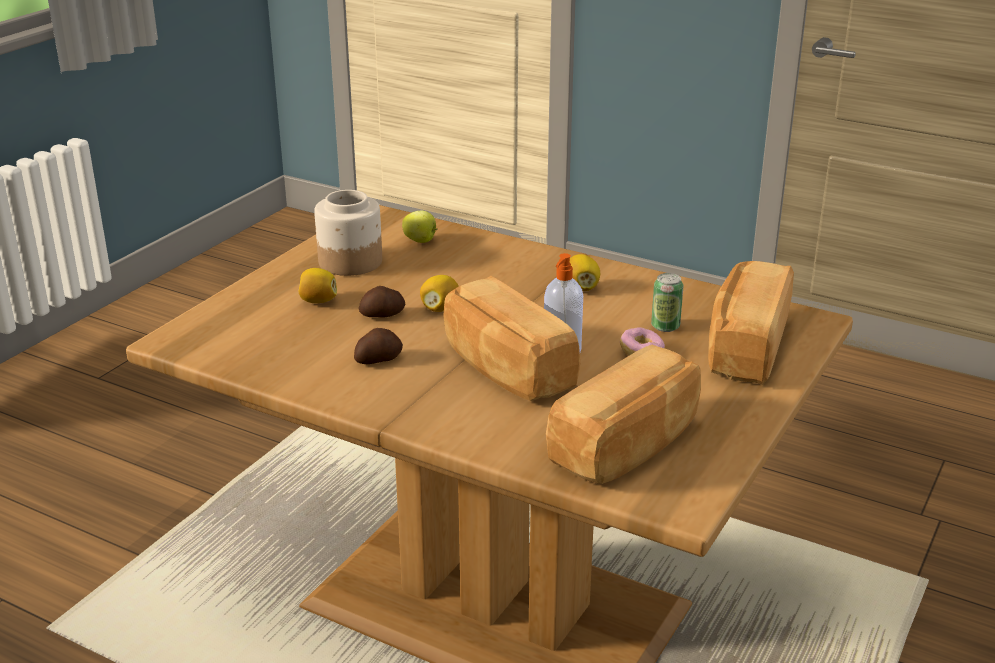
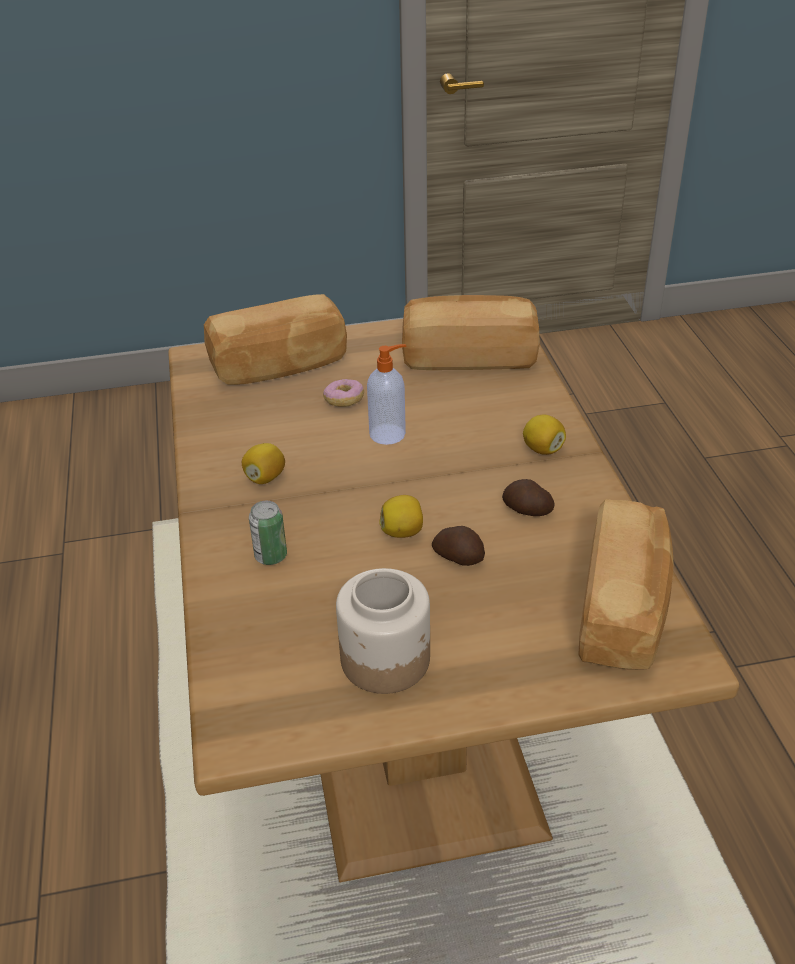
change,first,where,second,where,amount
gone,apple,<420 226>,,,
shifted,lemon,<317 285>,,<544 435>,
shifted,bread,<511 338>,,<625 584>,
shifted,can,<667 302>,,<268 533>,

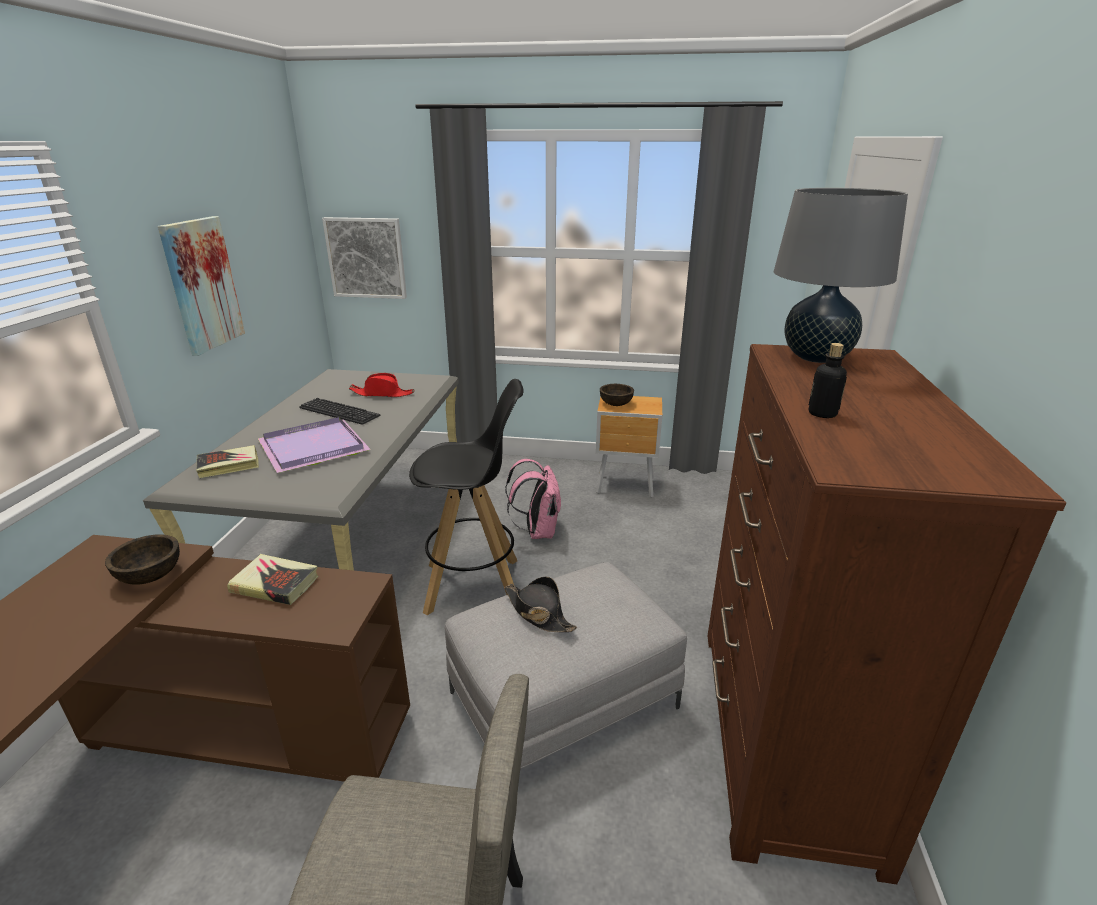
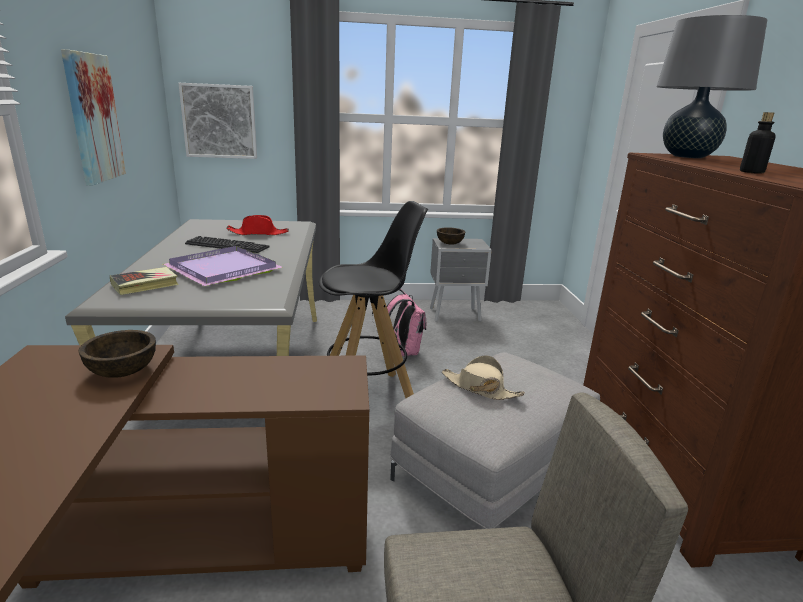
change,first,where,second,where,amount
gone,book,<272 579>,,,
repainted,hat (black),<540 604>,hat (beige),<483 377>,
repainted,nightstand (brown),<629 447>,nightstand (grey),<461 280>,

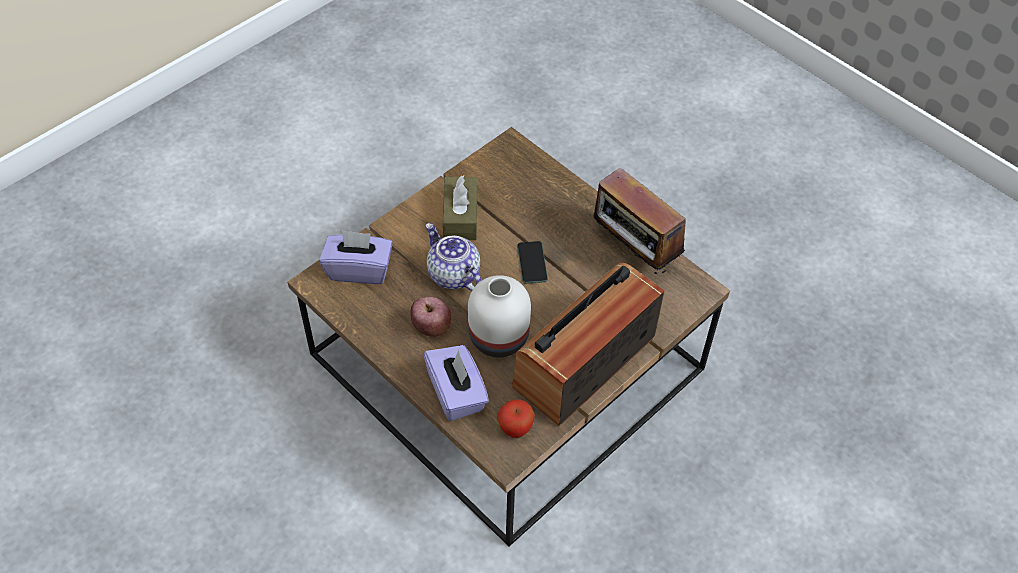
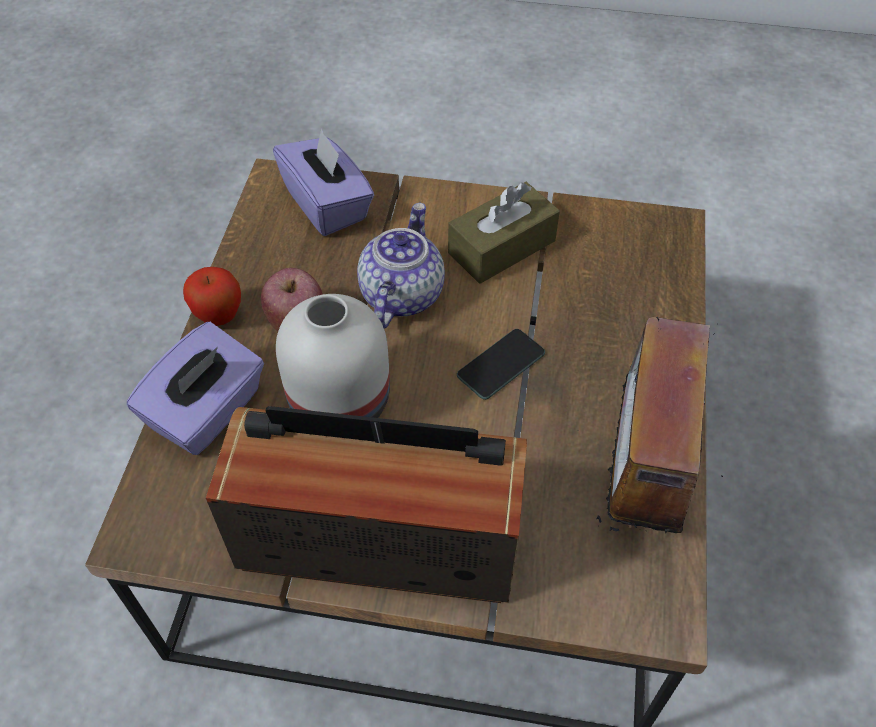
change,first,where,second,where,amount
shifted,apple,<516 418>,,<212 296>,

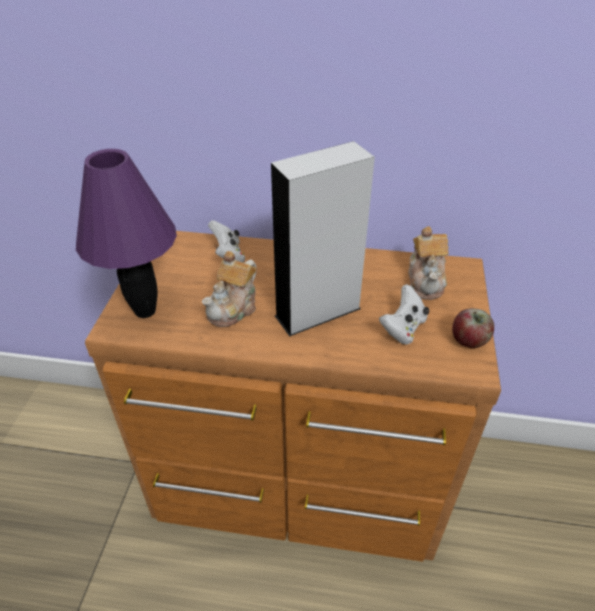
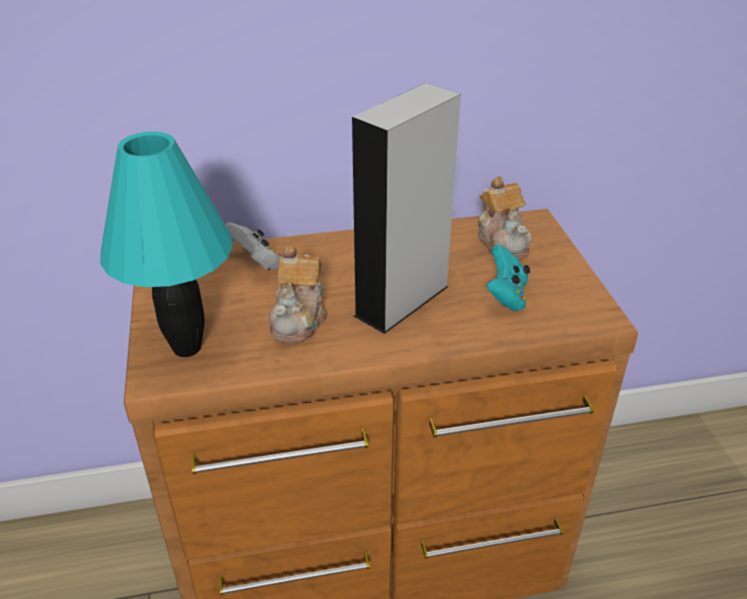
change,first,where,second,where,amount
gone,apple,<473 328>,,,
repainted,table lamp (purple),<126 233>,table lamp (turquoise),<166 244>,
repainted,game controller (white),<404 314>,game controller (turquoise),<508 277>,

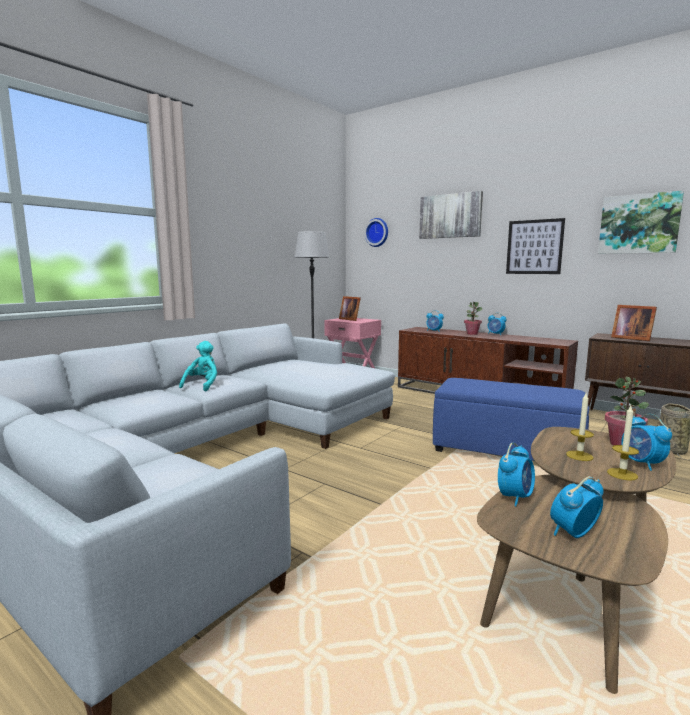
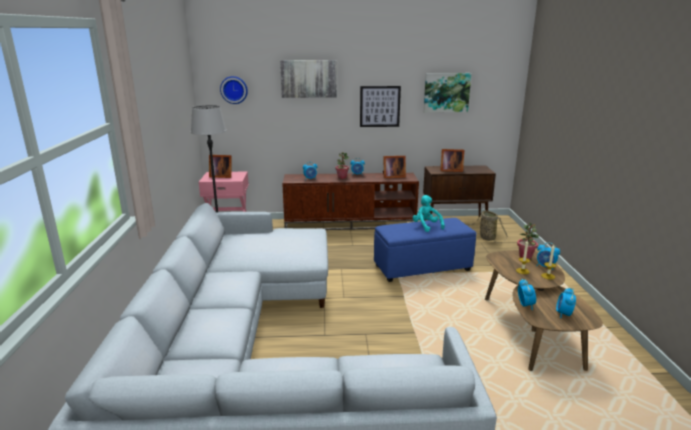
change,first,where,second,where,amount
new,,,picture frame,<394 167>,
shifted,plush toy (turquoise),<198 366>,,<429 213>,

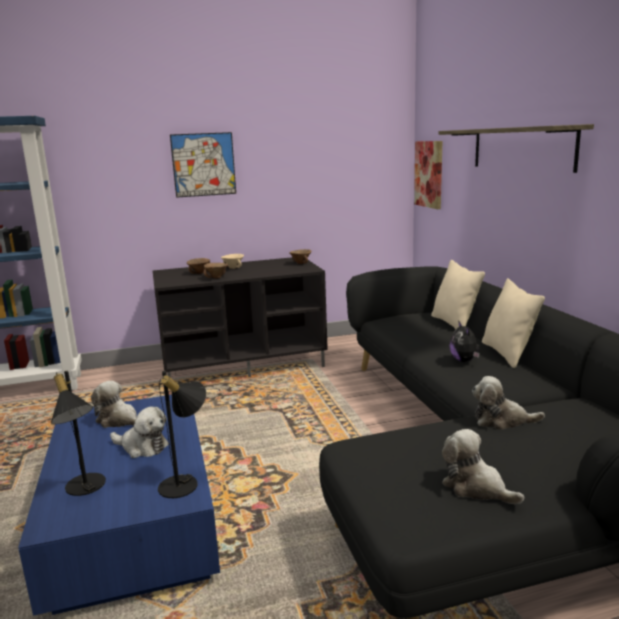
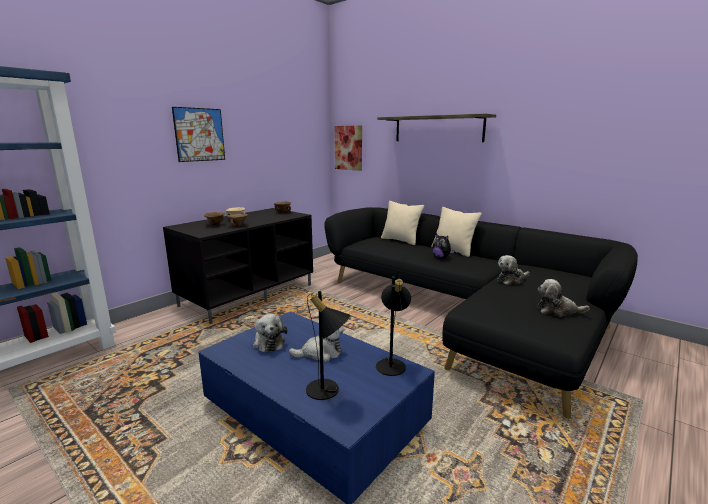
change,first,where,second,where,amount
rotated,plush toy,<114 404>,,<269 333>,105 degrees counterclockwise

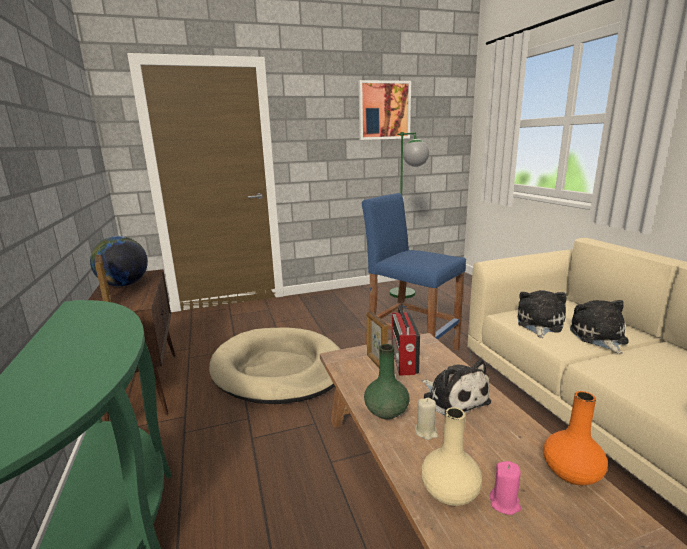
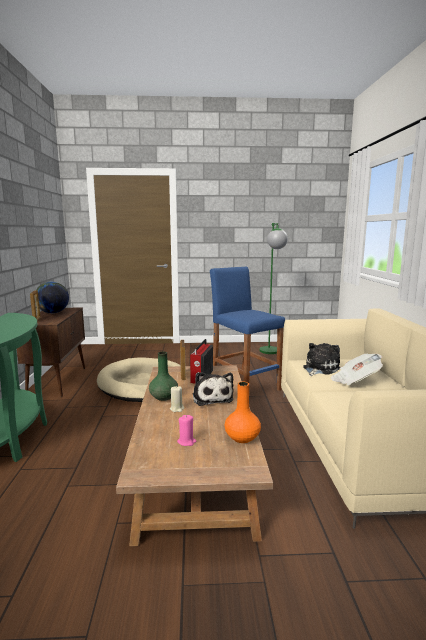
change,first,where,second,where,amount
gone,picture,<385 110>,,,
gone,vase (beige),<451 456>,,,
swapped,plush toy,<599 327>,newspaper,<356 369>,

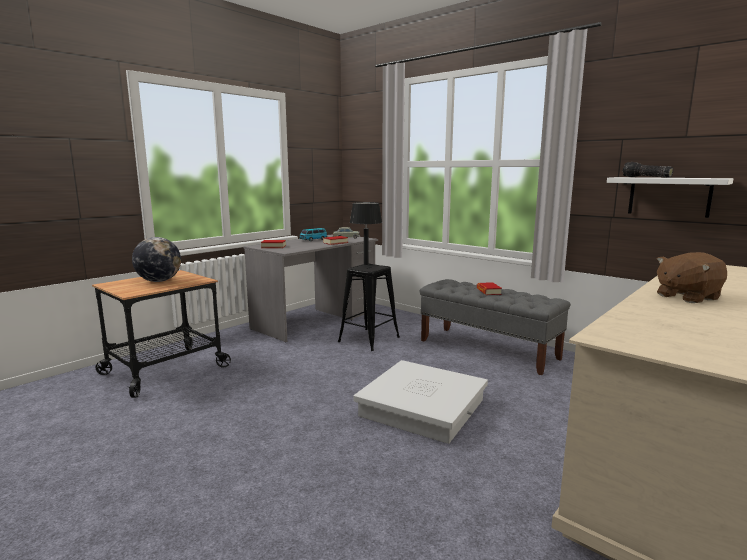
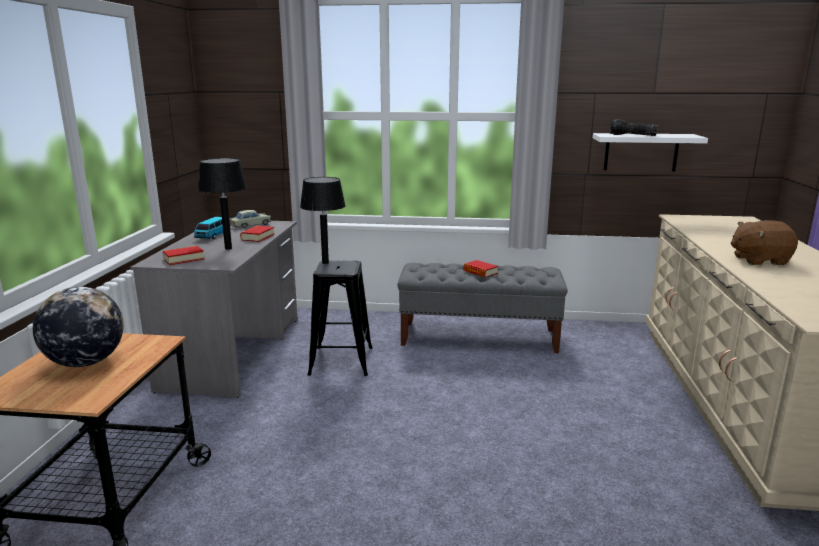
change,first,where,second,where,amount
gone,storage box (white),<420 402>,,,
new,,,table lamp (black),<222 204>,
rotated,plush toy (brown),<692 277>,,<764 242>,60 degrees clockwise

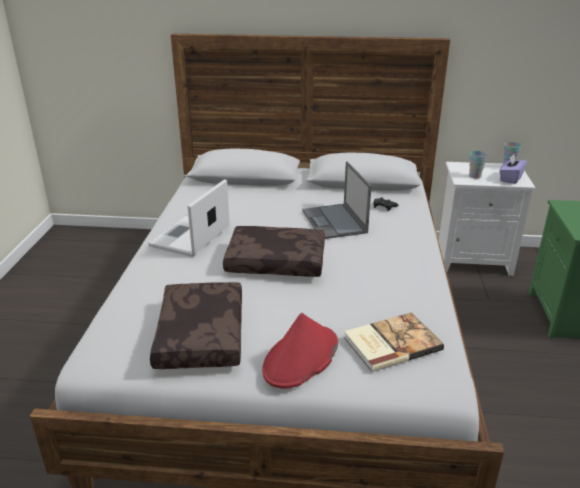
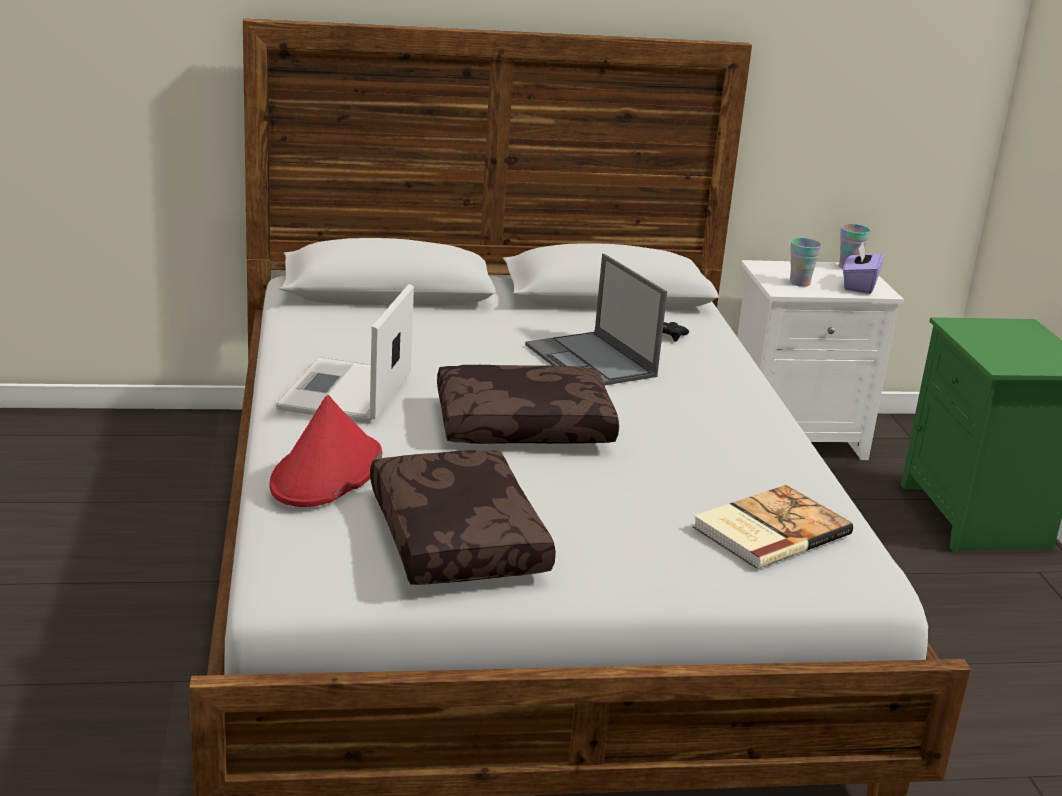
change,first,where,second,where,amount
shifted,hat (red),<300 351>,,<326 451>,

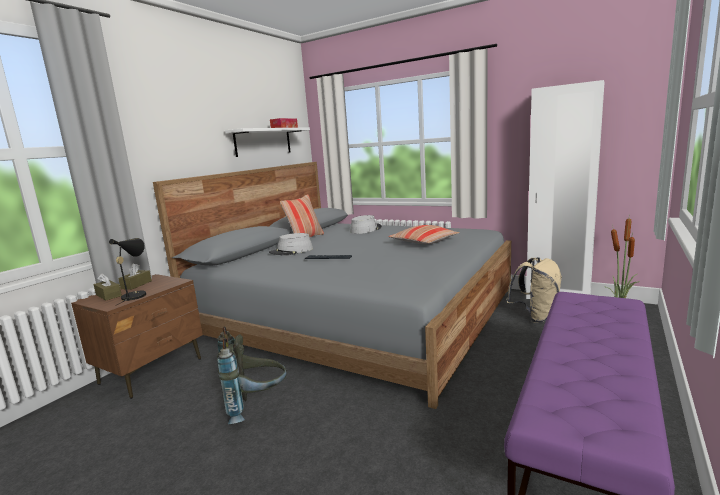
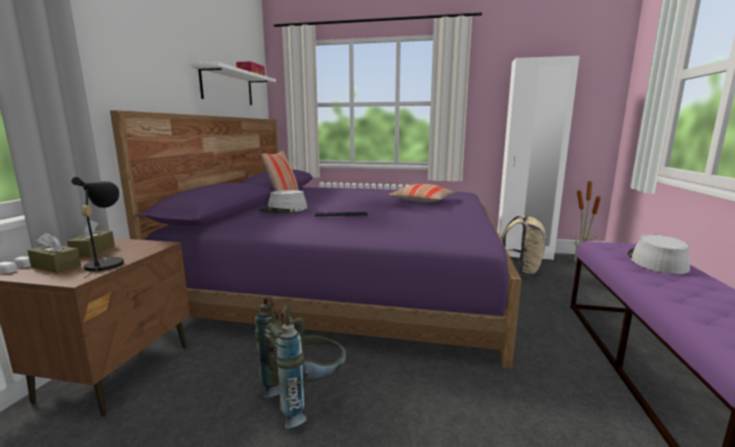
change,first,where,second,where,amount
shifted,hat (grey),<366 224>,,<658 254>,
repainted,bed (grey),<332 285>,bed (purple),<315 239>,

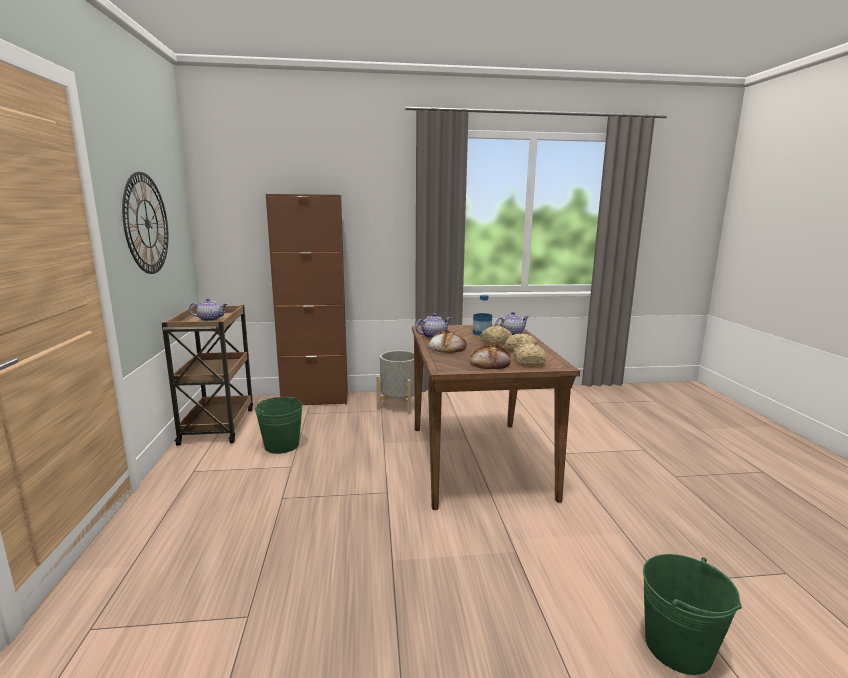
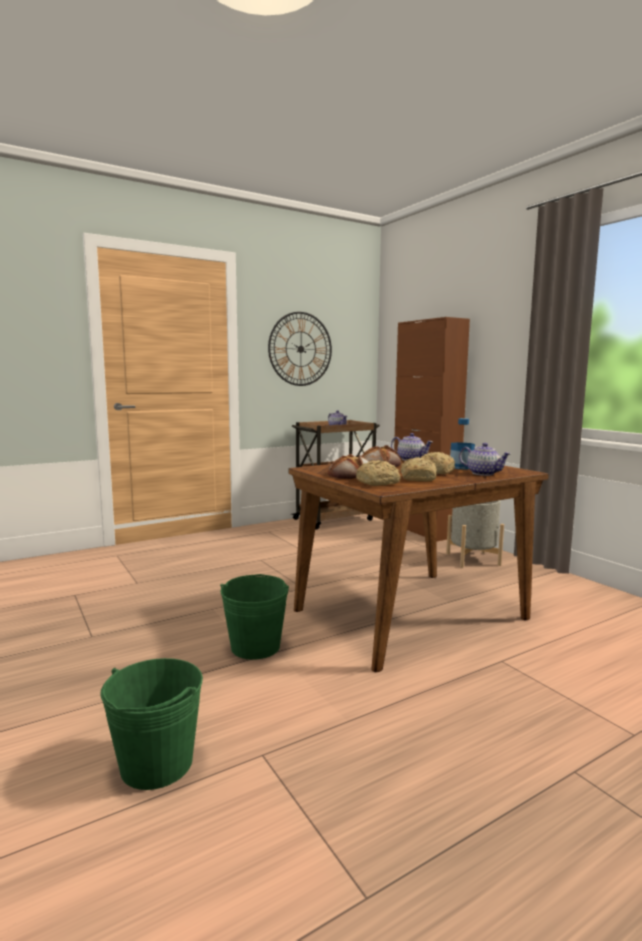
change,first,where,second,where,amount
shifted,bucket (green),<279 425>,,<254 617>,

